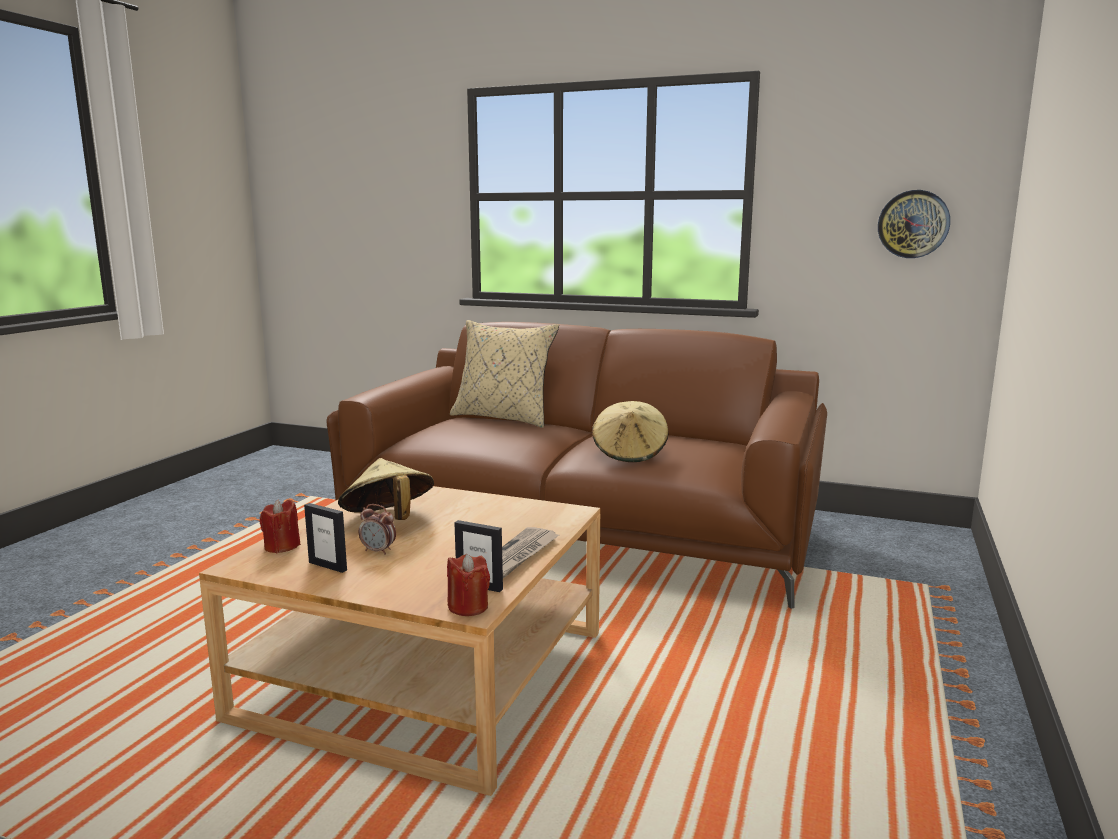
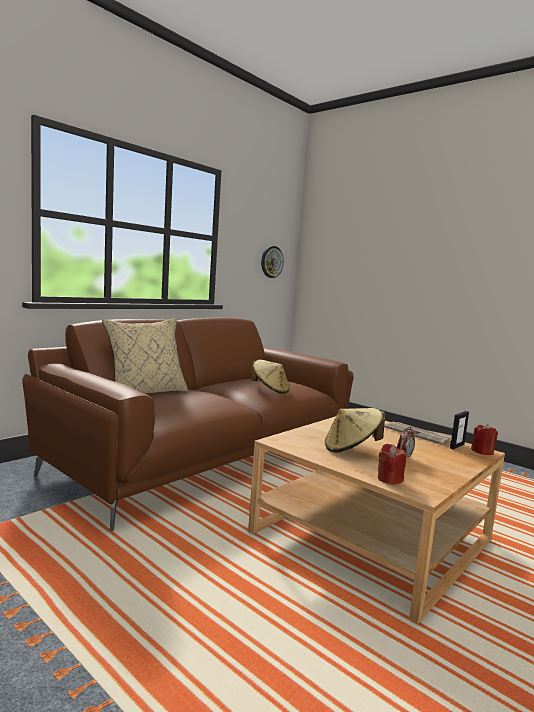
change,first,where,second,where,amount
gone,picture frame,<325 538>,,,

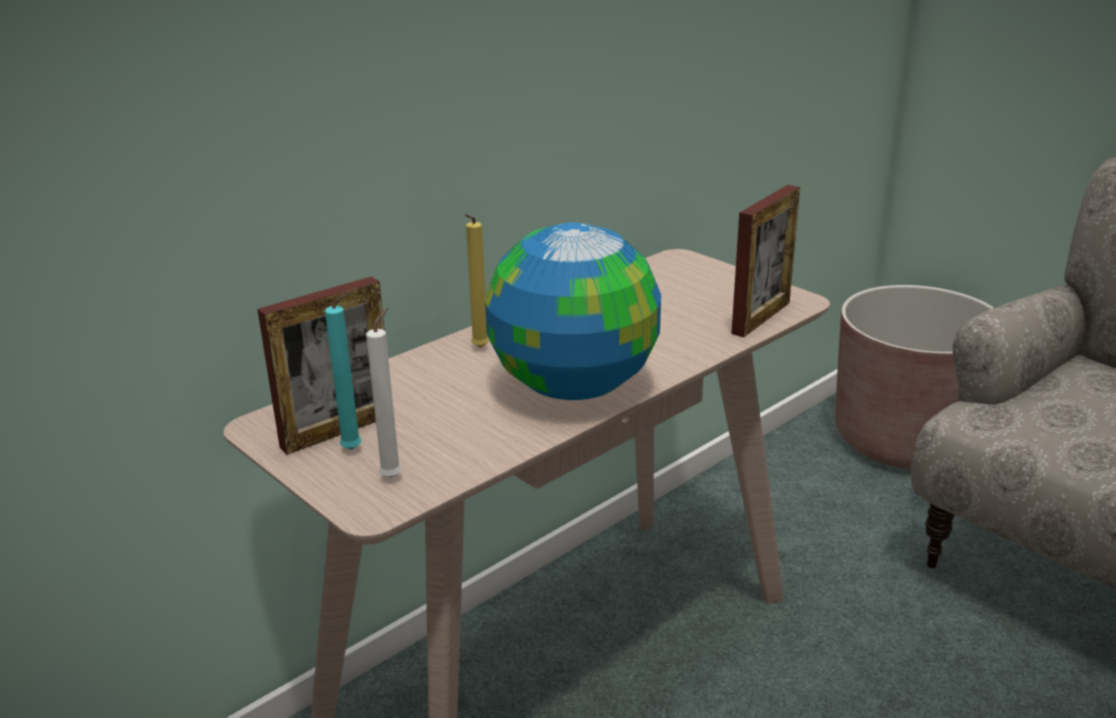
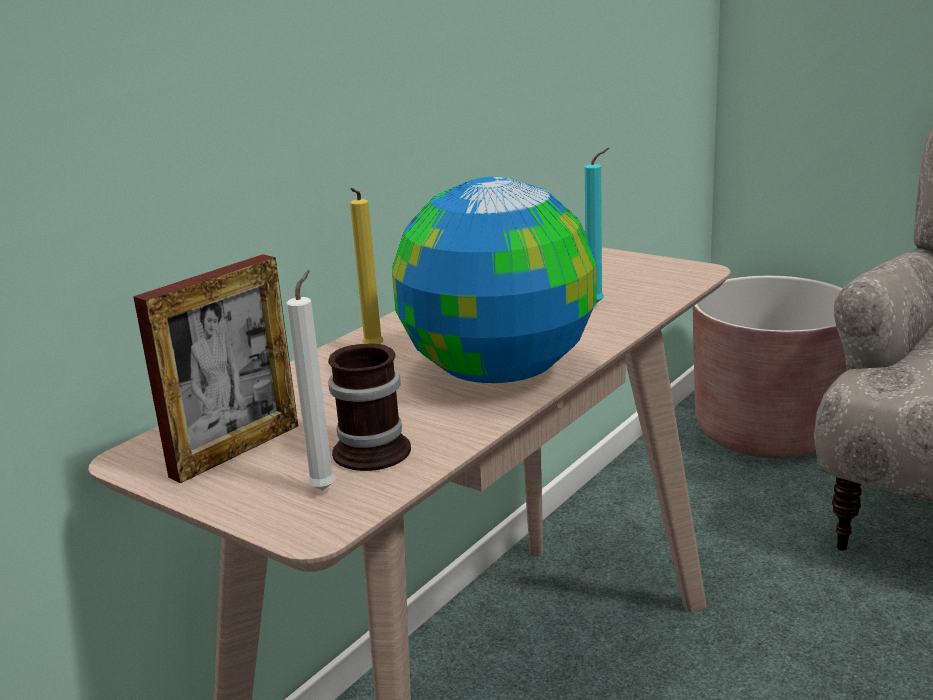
change,first,where,second,where,amount
gone,picture frame,<765 261>,,,
new,,,mug,<369 407>,
shifted,candle (turquoise),<343 371>,,<597 226>,

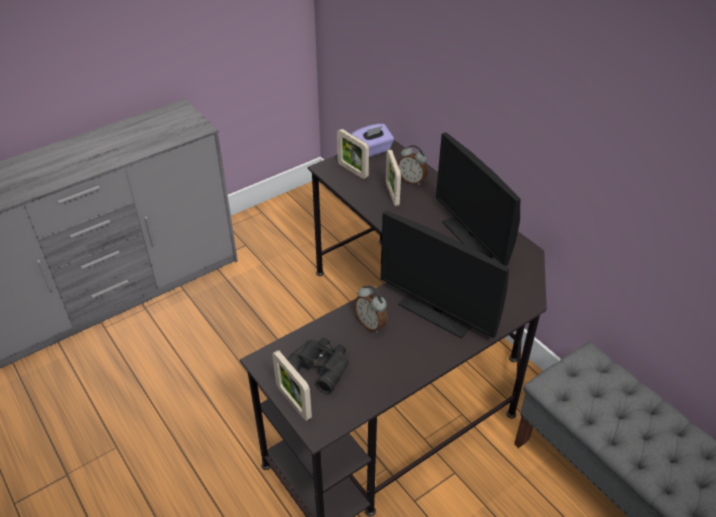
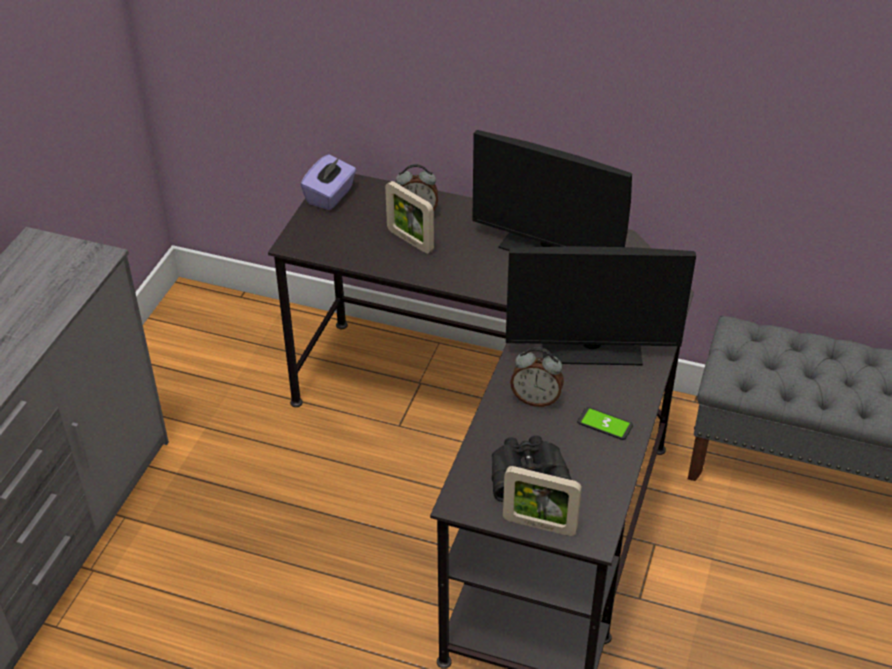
change,first,where,second,where,amount
gone,picture frame,<353 154>,,,
new,,,phone,<605 423>,

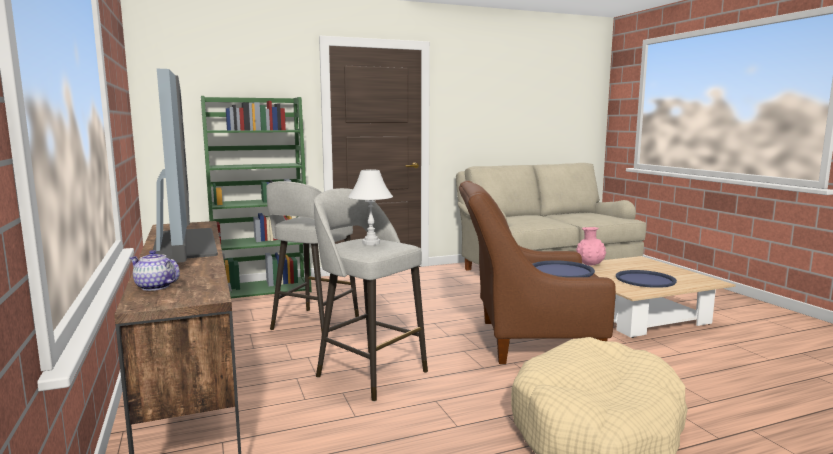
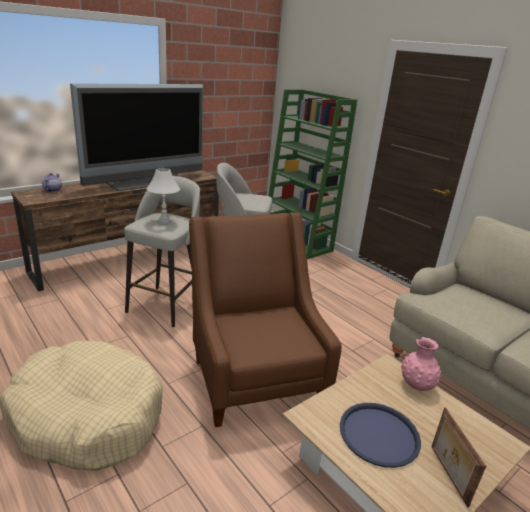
change,first,where,second,where,amount
gone,tray (blue),<564 268>,,,
new,,,picture frame,<458 457>,

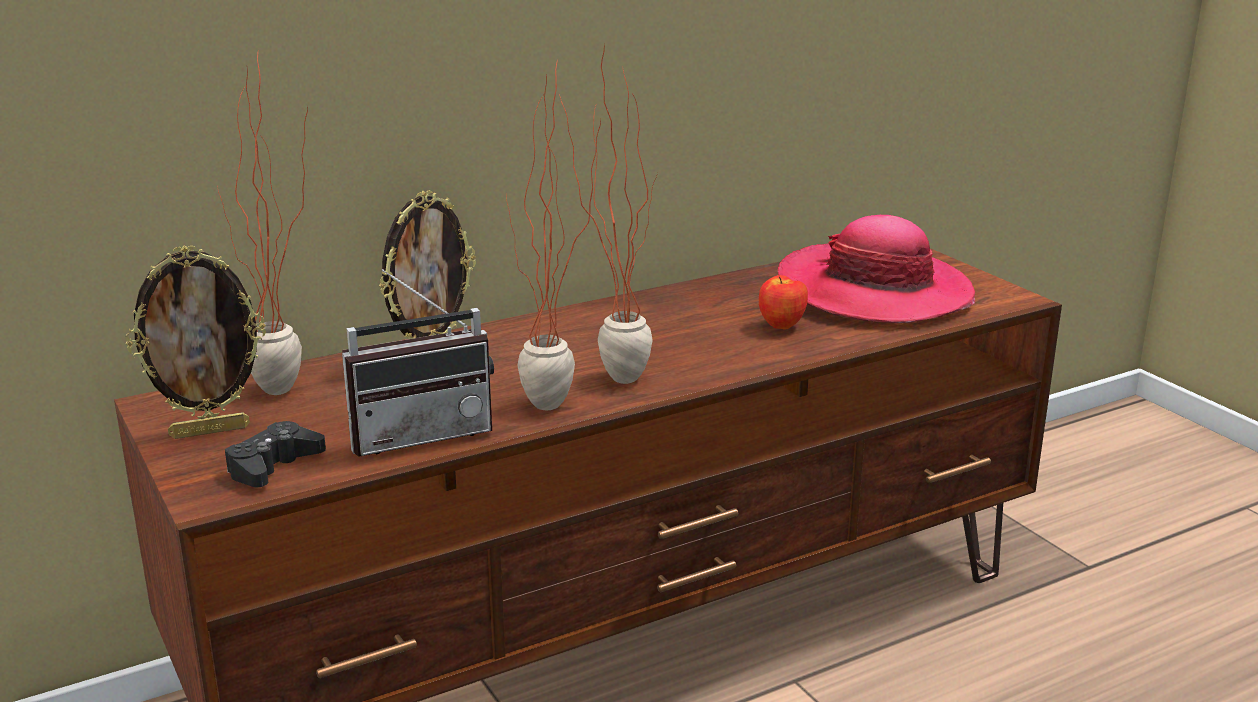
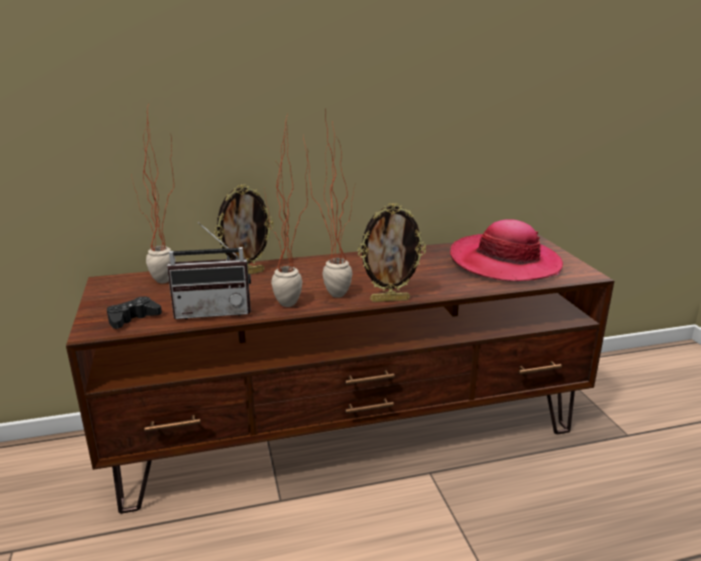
change,first,where,second,where,amount
gone,apple,<783 302>,,,
shifted,picture frame,<195 342>,,<391 252>,

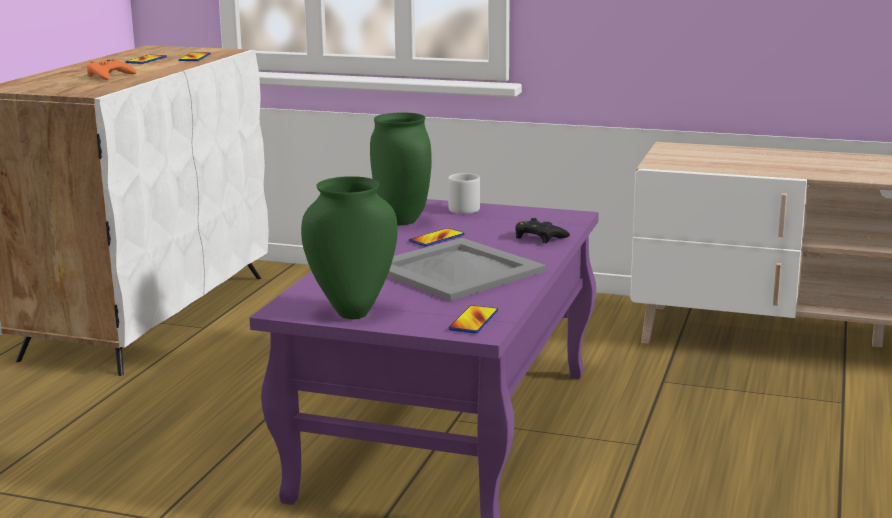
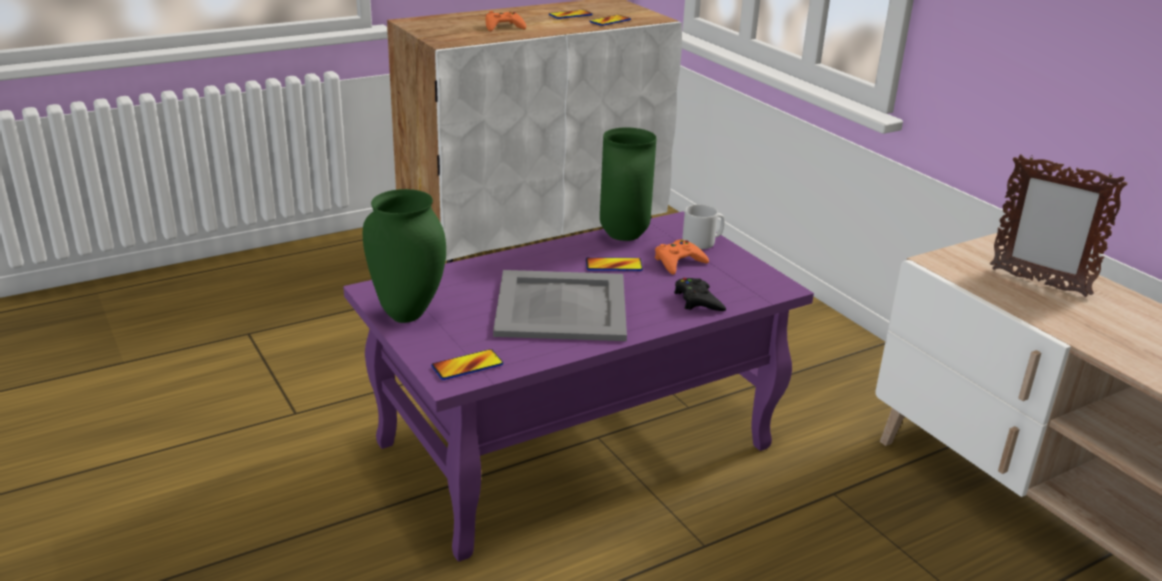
change,first,where,second,where,amount
new,,,game controller (orange),<682 257>,
new,,,picture frame,<1059 225>,

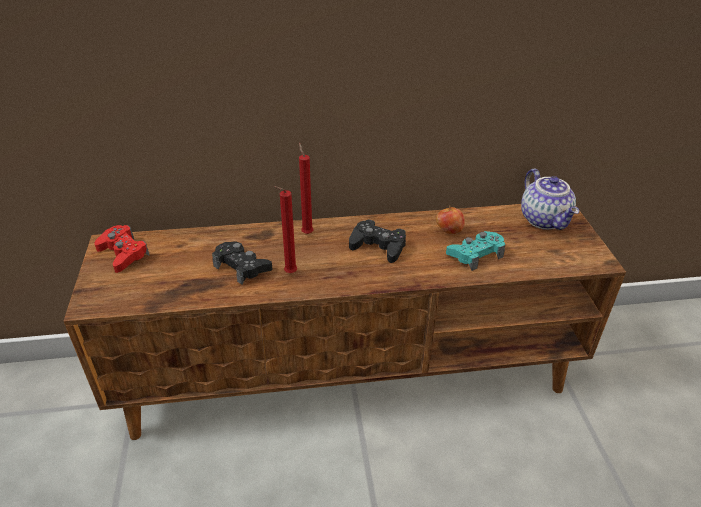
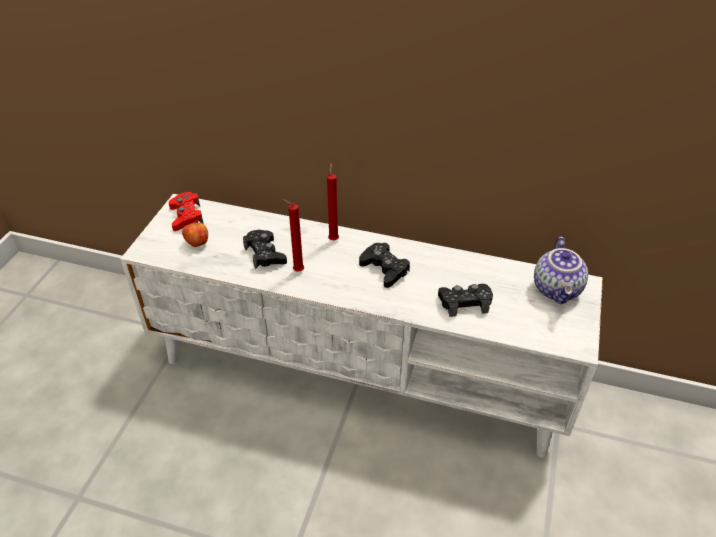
change,first,where,second,where,amount
shifted,apple,<450 219>,,<195 234>,
repainted,tv stand (brown),<345 322>,tv stand (white),<361 326>,
repainted,game controller (turquoise),<475 251>,game controller (black),<465 300>,

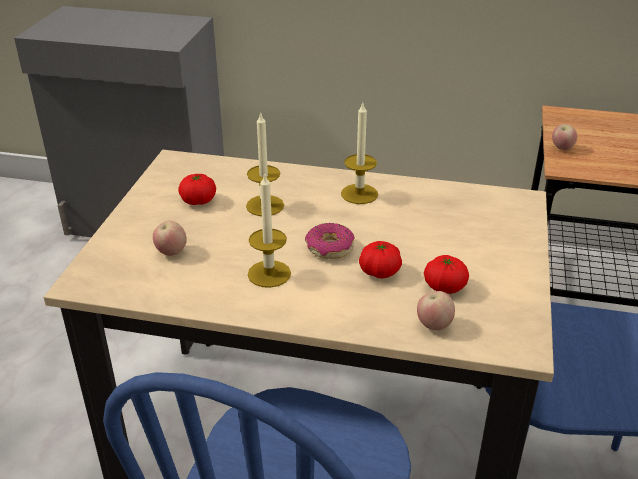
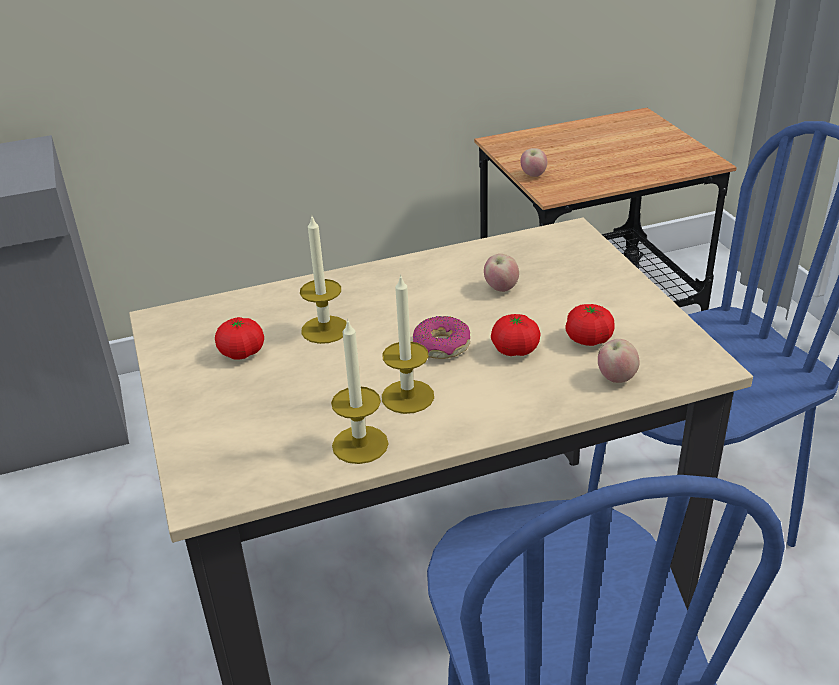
change,first,where,second,where,amount
shifted,apple,<170 238>,,<501 273>,
shifted,candle,<359 153>,,<359 391>,

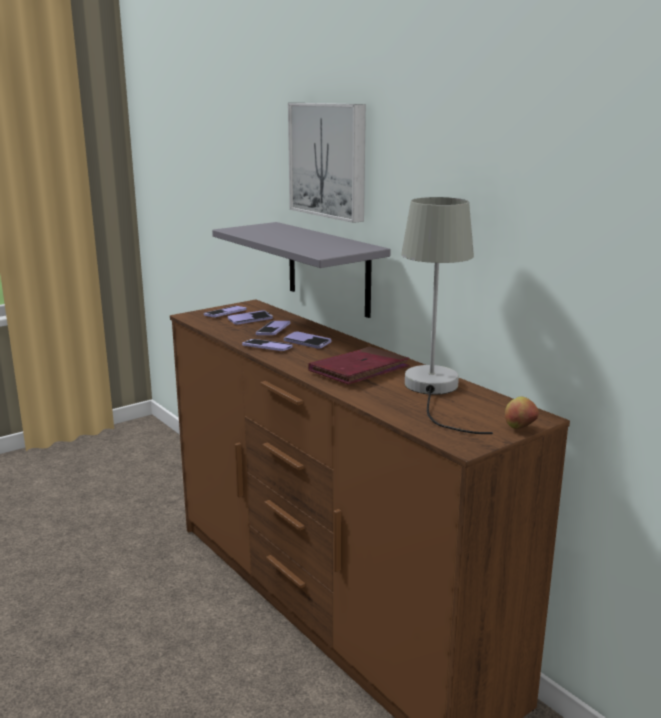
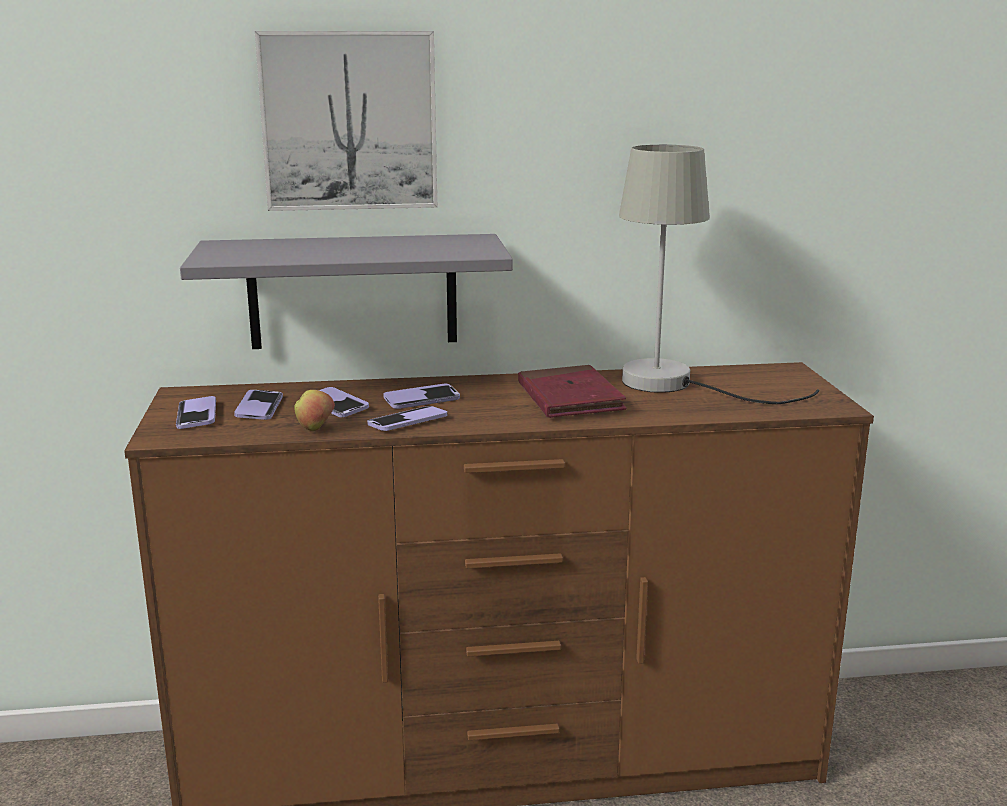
change,first,where,second,where,amount
shifted,apple,<522 412>,,<314 410>,

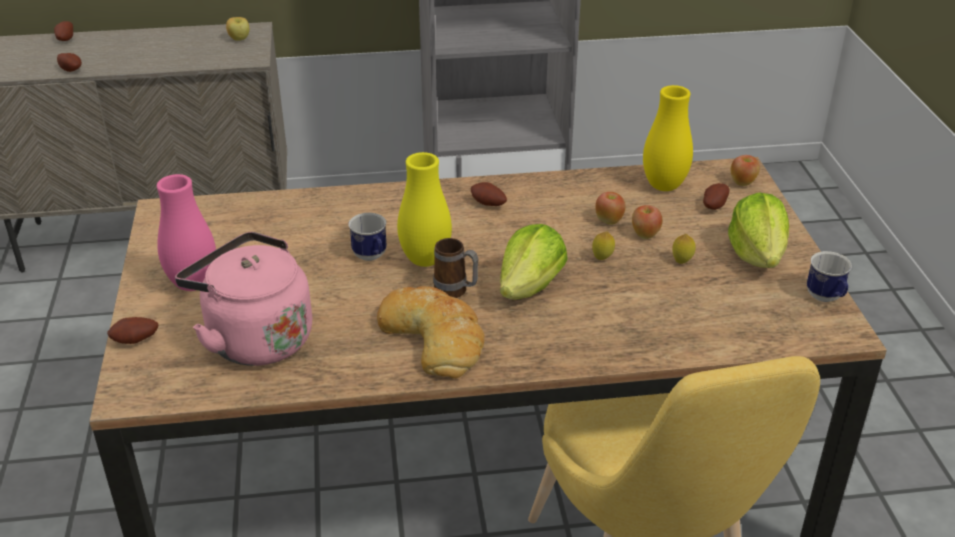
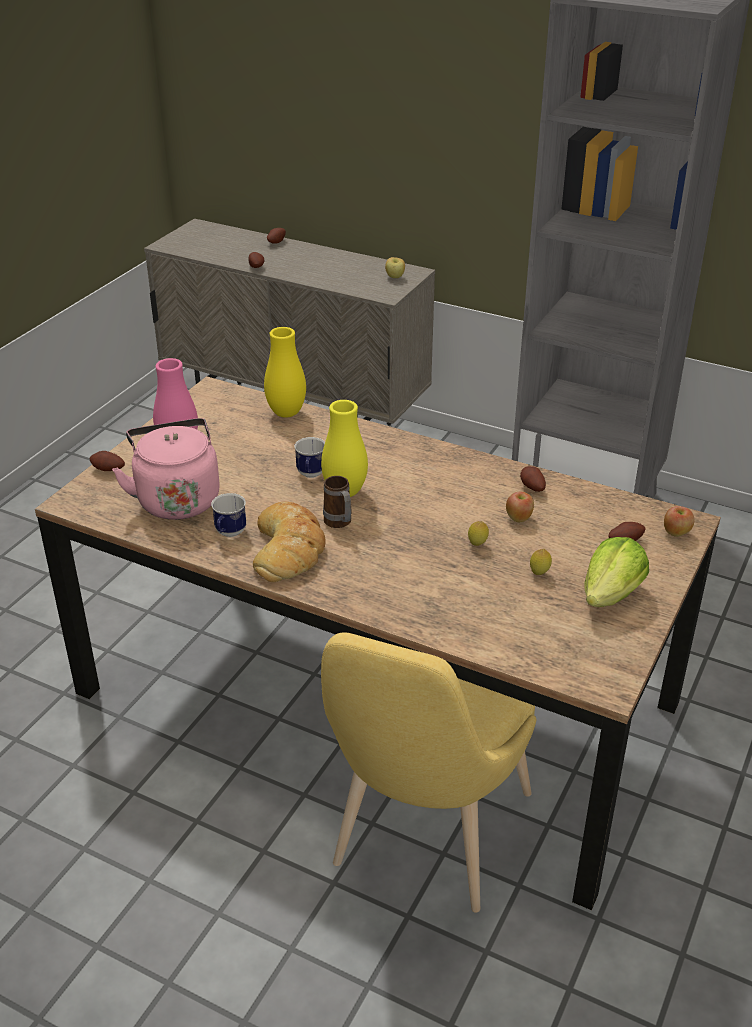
change,first,where,second,where,amount
gone,lettuce,<534 261>,,,
gone,apple,<647 222>,,,
shifted,potato,<489 194>,,<533 479>,
shifted,vase (yellow),<668 138>,,<285 372>,
shifted,mug,<829 276>,,<228 515>,

